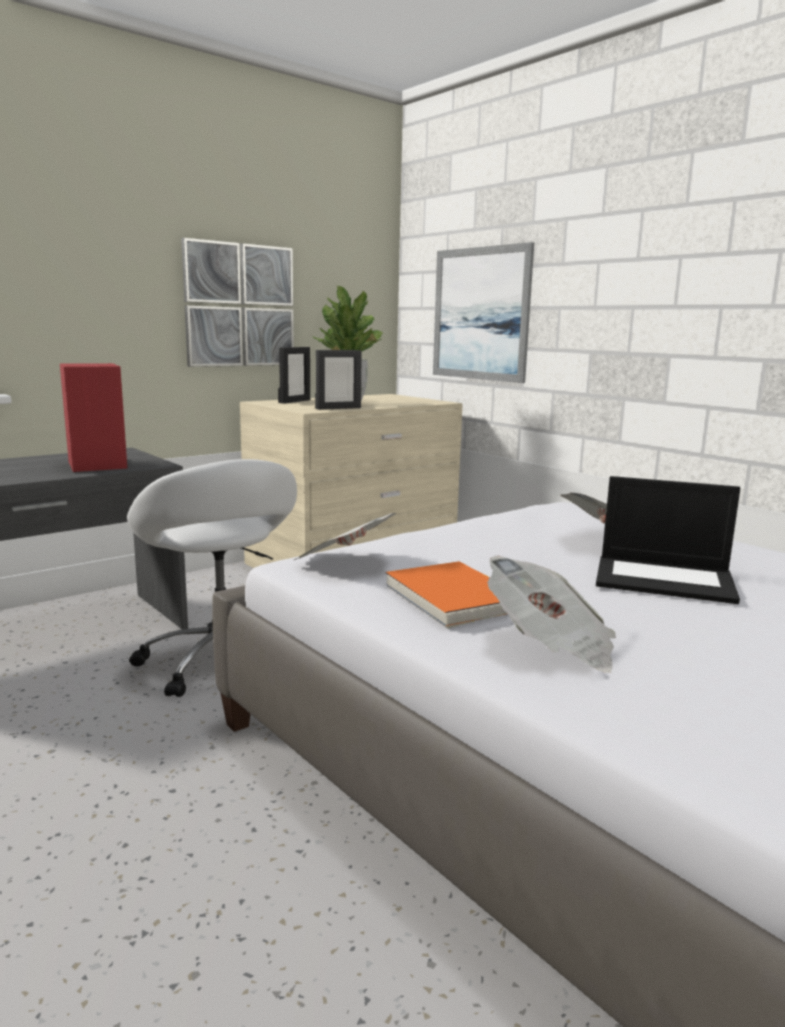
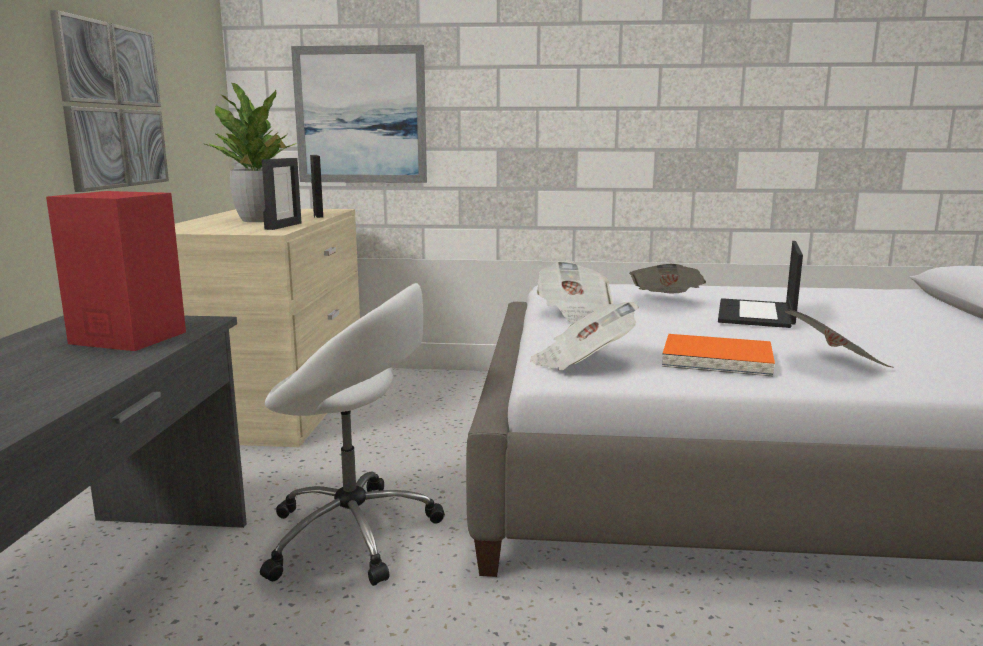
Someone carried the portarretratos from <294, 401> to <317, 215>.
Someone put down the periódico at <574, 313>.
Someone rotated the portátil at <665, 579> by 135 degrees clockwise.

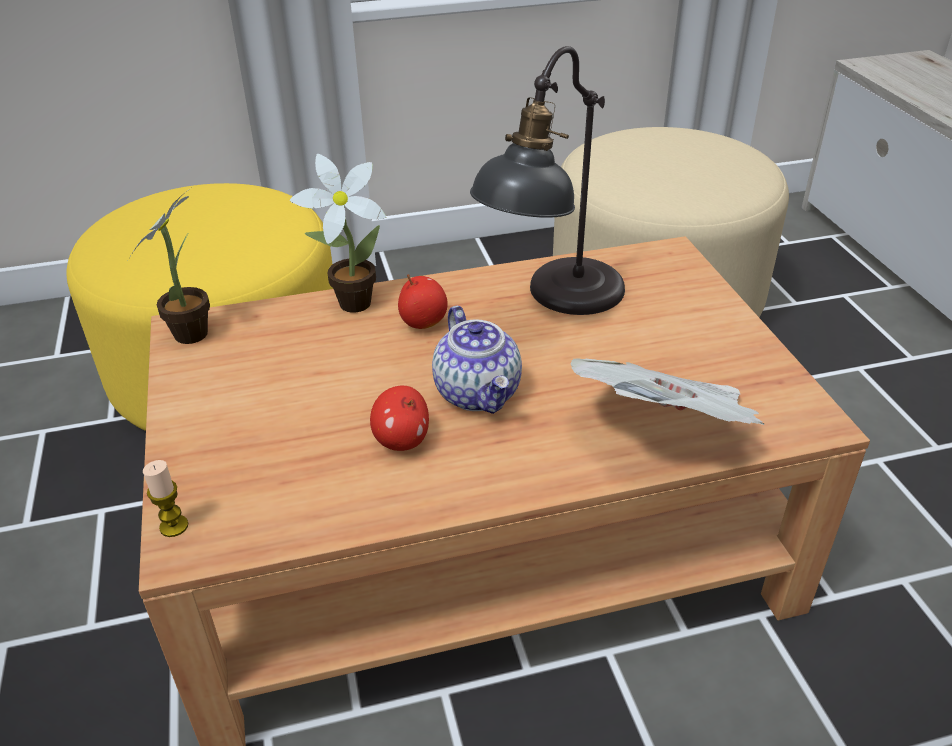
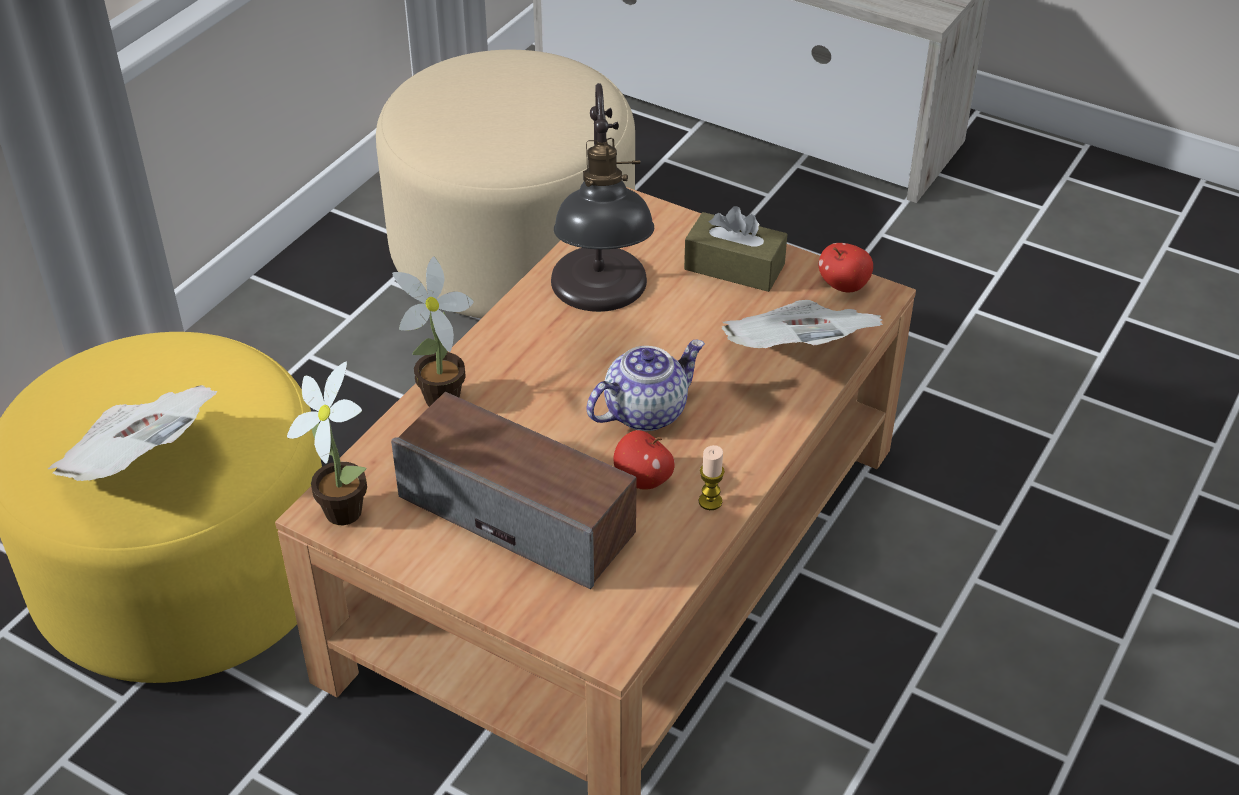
Someone put down the periódico at <141, 463>.
Someone put down the altavoz at <518, 514>.
Someone rotated the tetera at <479, 393> by 60 degrees counterclockwise.
Someone put down the caja de pañuelos (marrón) at <734, 267>.
Someone carried the vela from <174, 526> to <710, 501>.
Someone carried the manzana from <423, 322> to <844, 285>.

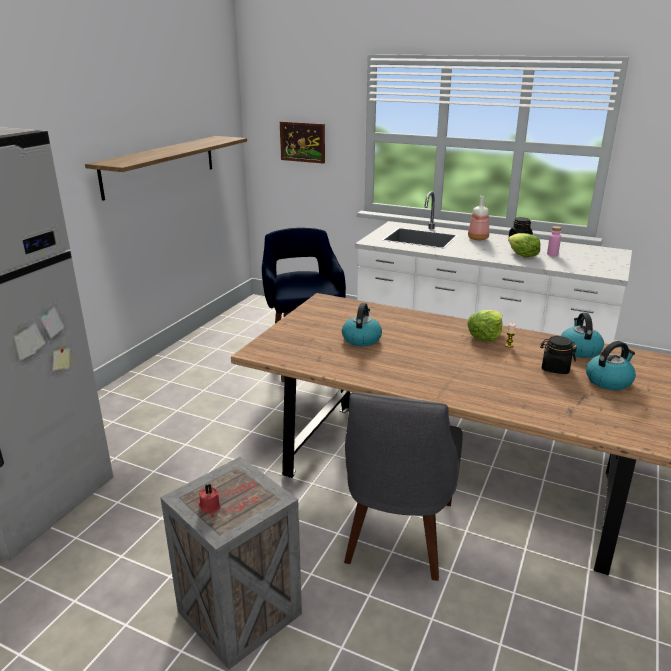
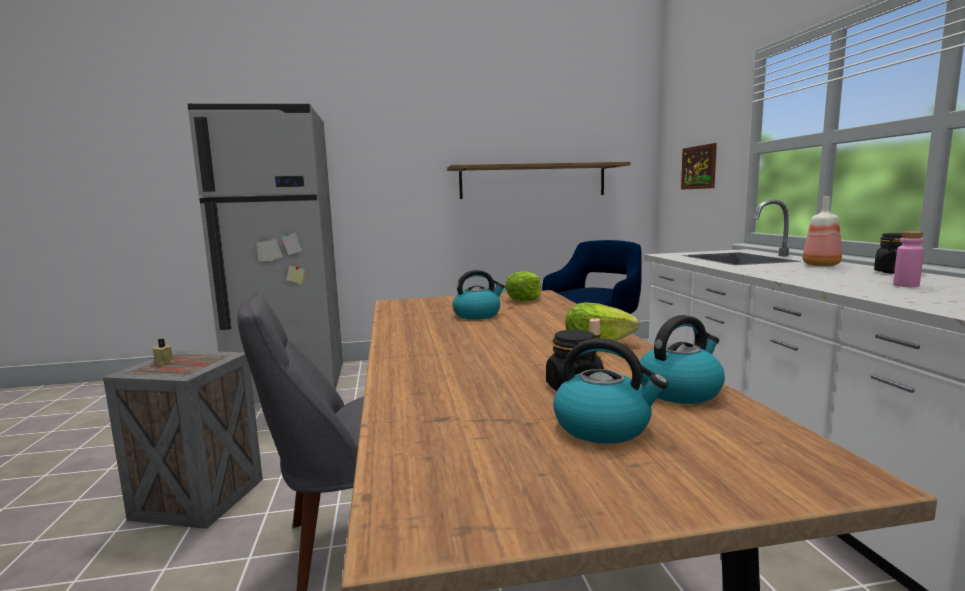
Someone repainted the vela (rojo) at <209, 506>, which became the vela (beis) at <165, 362>.
Someone carried the lechuga from <522, 255> to <525, 299>.

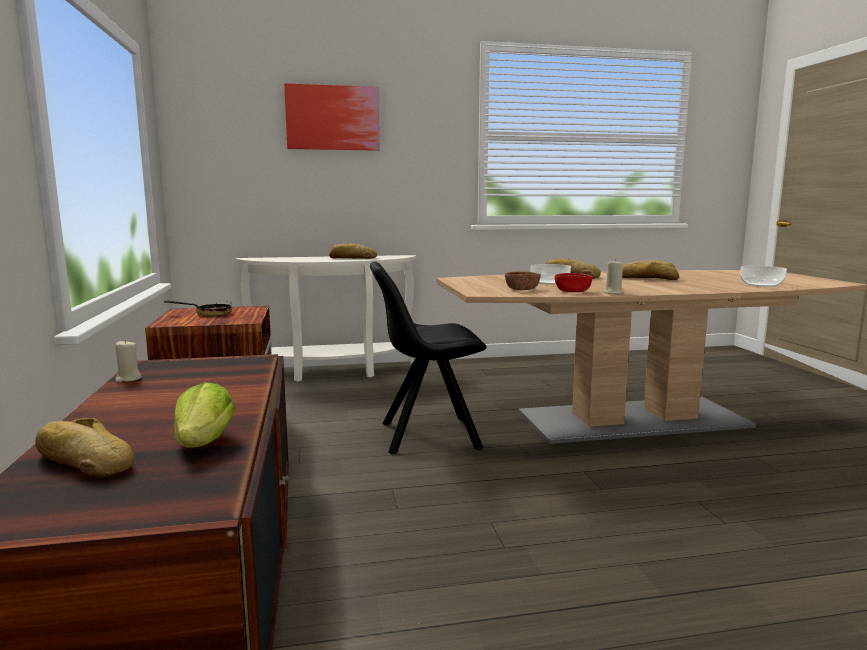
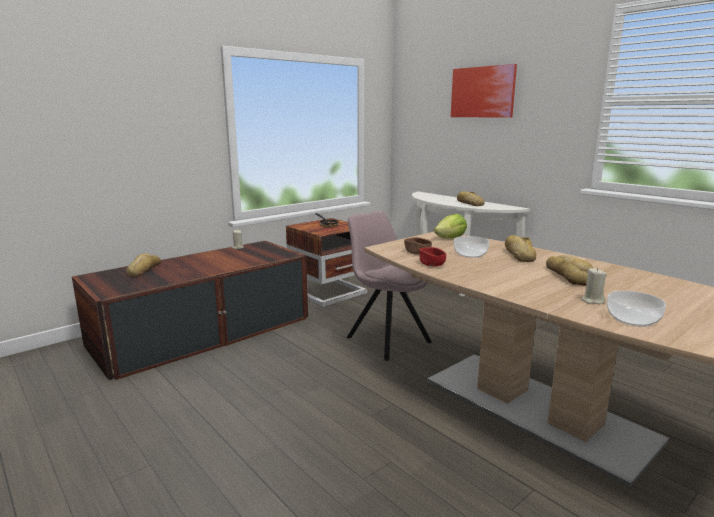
Someone repainted the silla (negro) at <428, 435>, which became the silla (rosa) at <387, 339>.
Someone carried the lechuga from <204, 442> to <451, 239>.
Someone carried the vela (beis) from <613, 293> to <592, 301>.

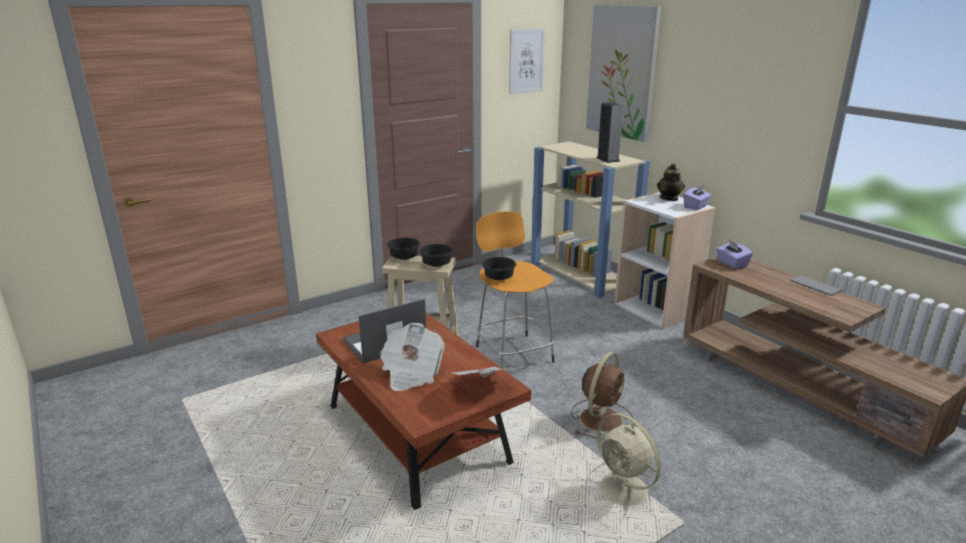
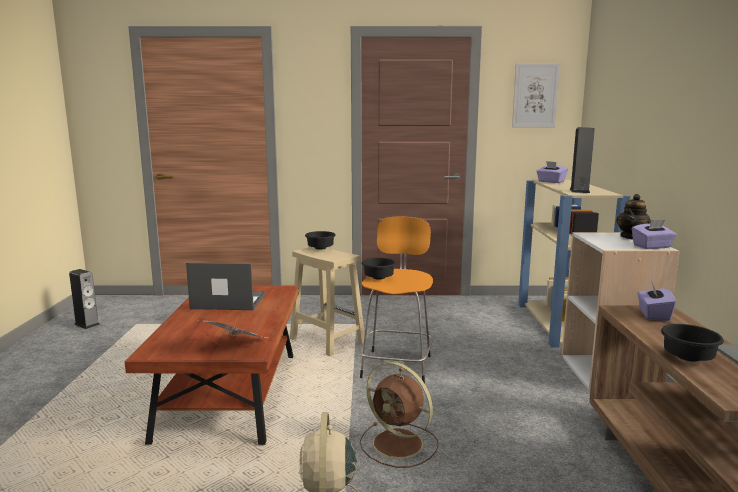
Someone put down the altavoz at <87, 324>.
Someone rotated the ventilador (marrón) at <601, 418> by 60 degrees clockwise.
Someone put down the caja de pañuelos (morado) at <551, 182>.
Someone carried the cuenco (negro) from <436, 265> to <687, 359>.
Someone took away the periódico at <411, 373>.
Someone took away the cuadro at <622, 72>.

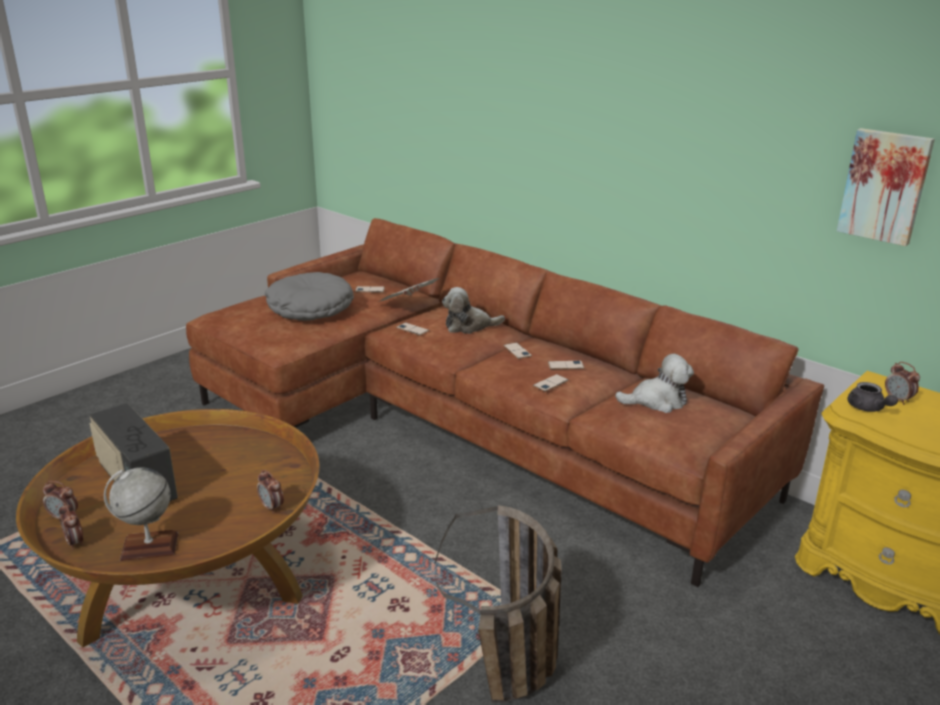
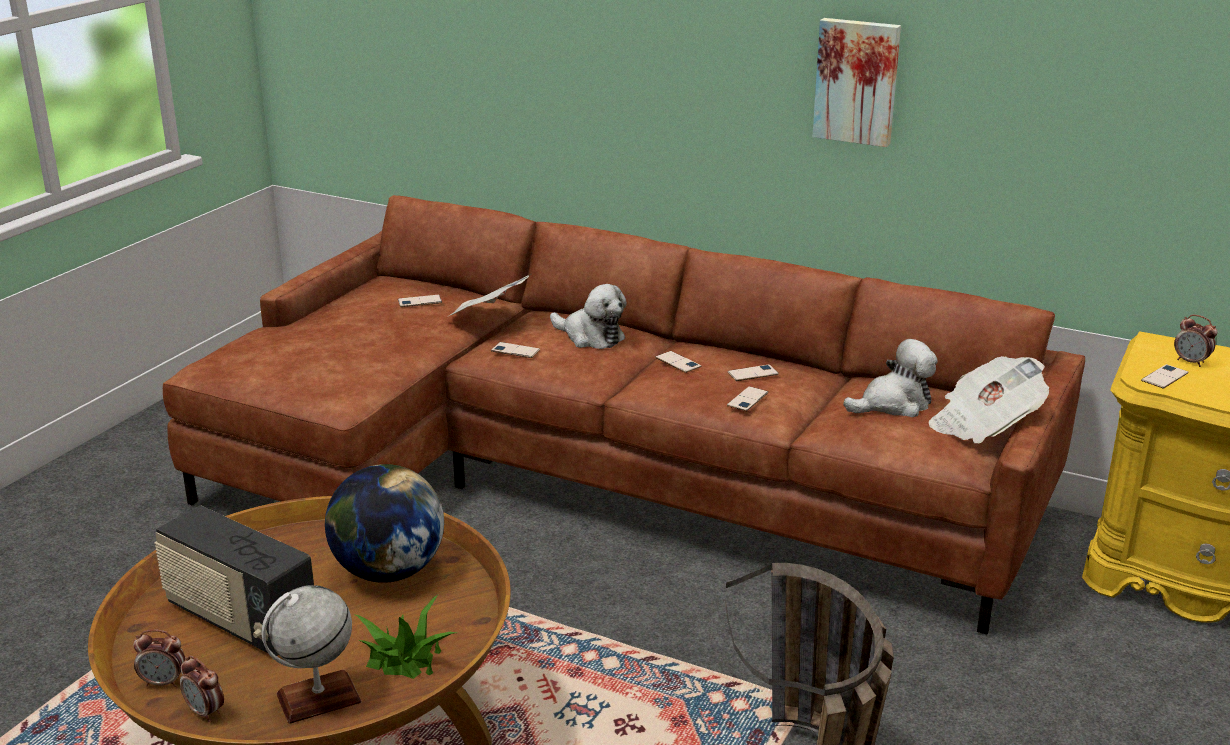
Someone put down the globo terráqueo at <388, 572>.
Someone put down the planta en maceta at <405, 658>.
Someone rotated the peluche at <469, 326> by 120 degrees counterclockwise.
Someone carried the cuadro from <885, 186> to <857, 81>.
Someone put down the periódico at <984, 425>.
Someone swapped the tetera (gris) at <868, 408> for the móvil at <1164, 377>.
Someone took away the despertador at <272, 507>.
Someone took away the cojín (gris) at <310, 310>.

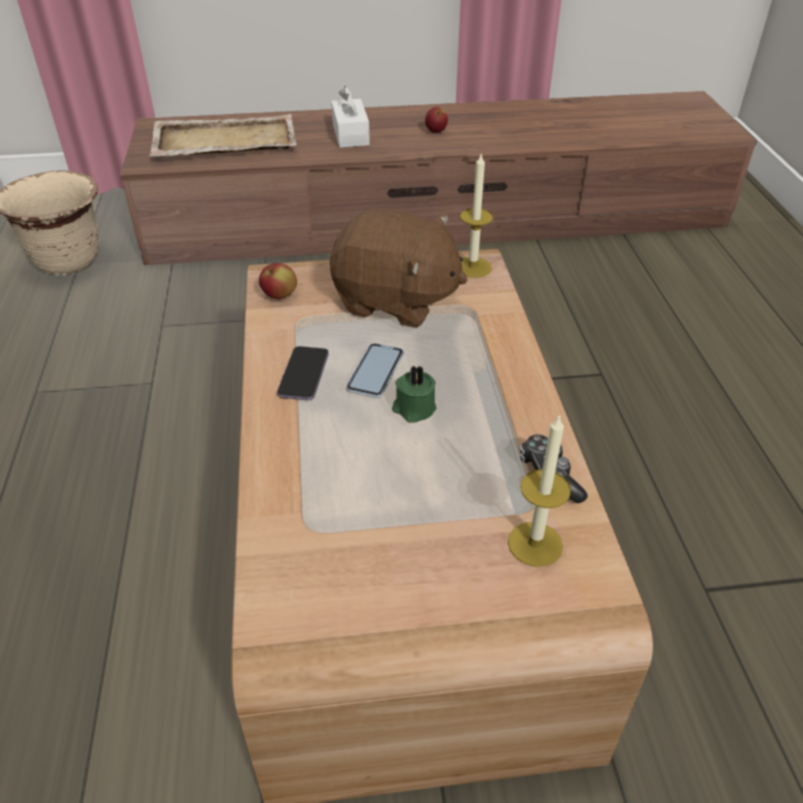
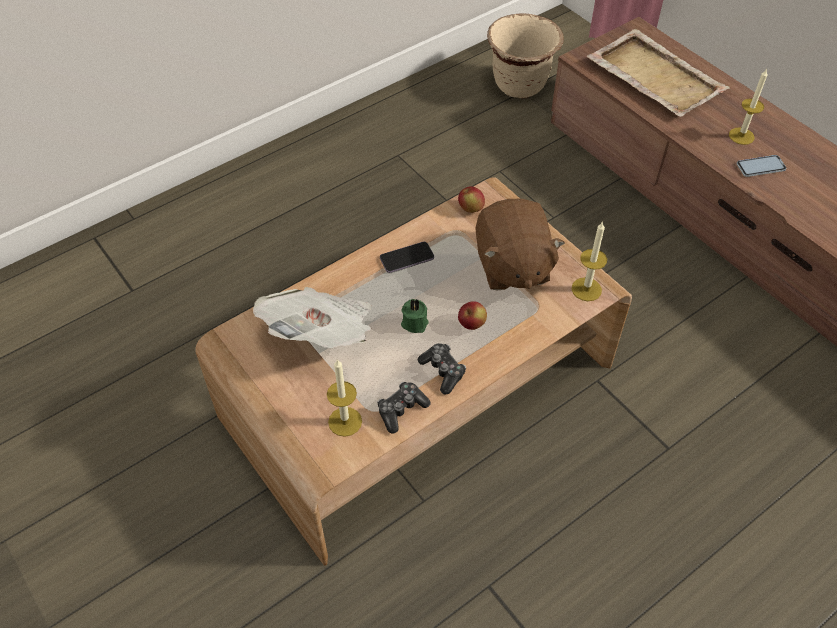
Someone put down the periódico at <321, 334>.
Someone put down the mando de consola at <443, 371>.
Someone carried the manzana from <436, 131> to <471, 324>.
Someone swapped the caja de pañuelos (blanco) at <350, 134> for the vela at <741, 136>.
Someone carried the móvil from <375, 372> to <760, 167>.

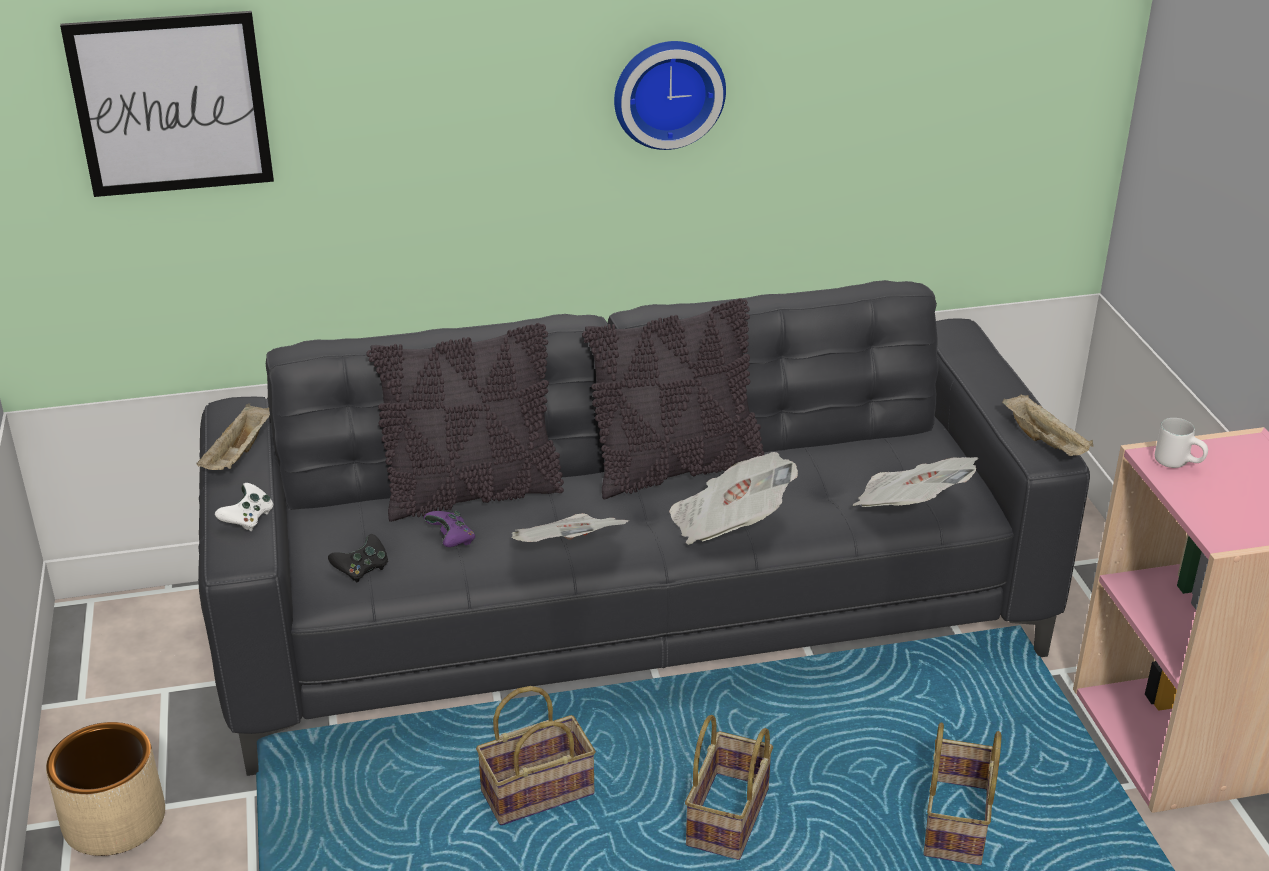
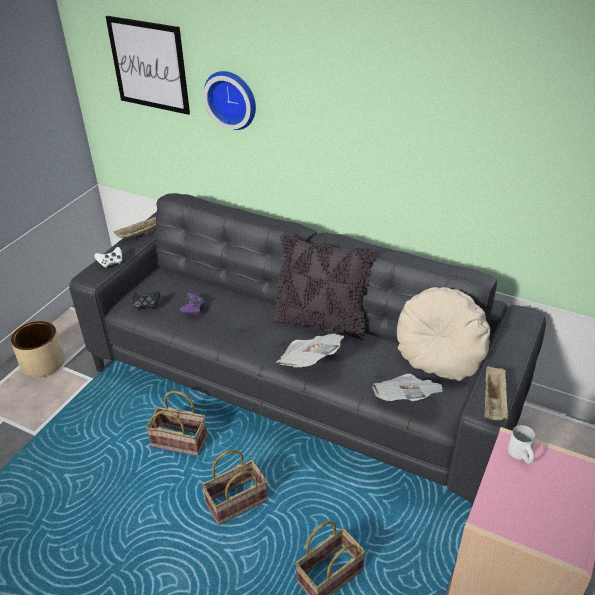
Someone carried the reloj de pared from <667, 92> to <232, 99>.
Someone put down the cojín (beis) at <438, 364>.
Someone took away the cojín (negro) at <472, 493>.
Someone took away the periódico at <570, 553>.

